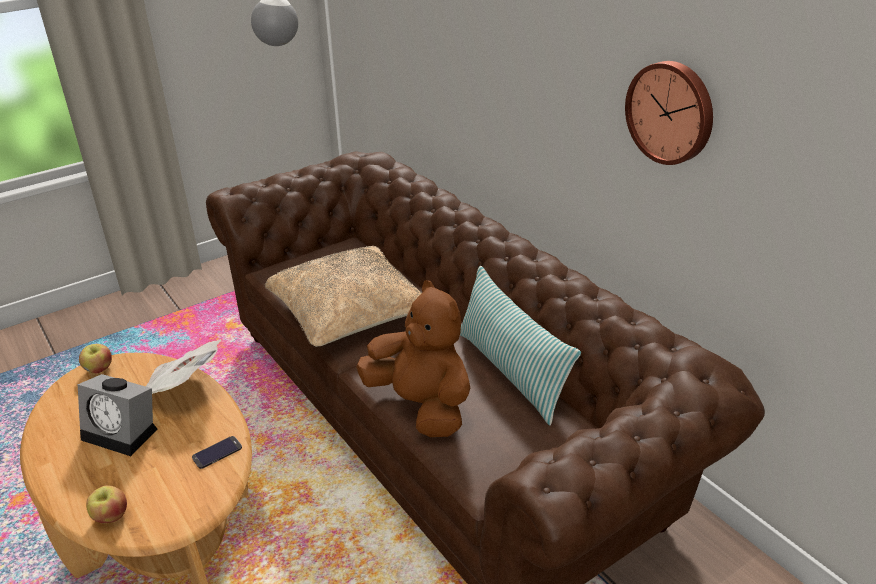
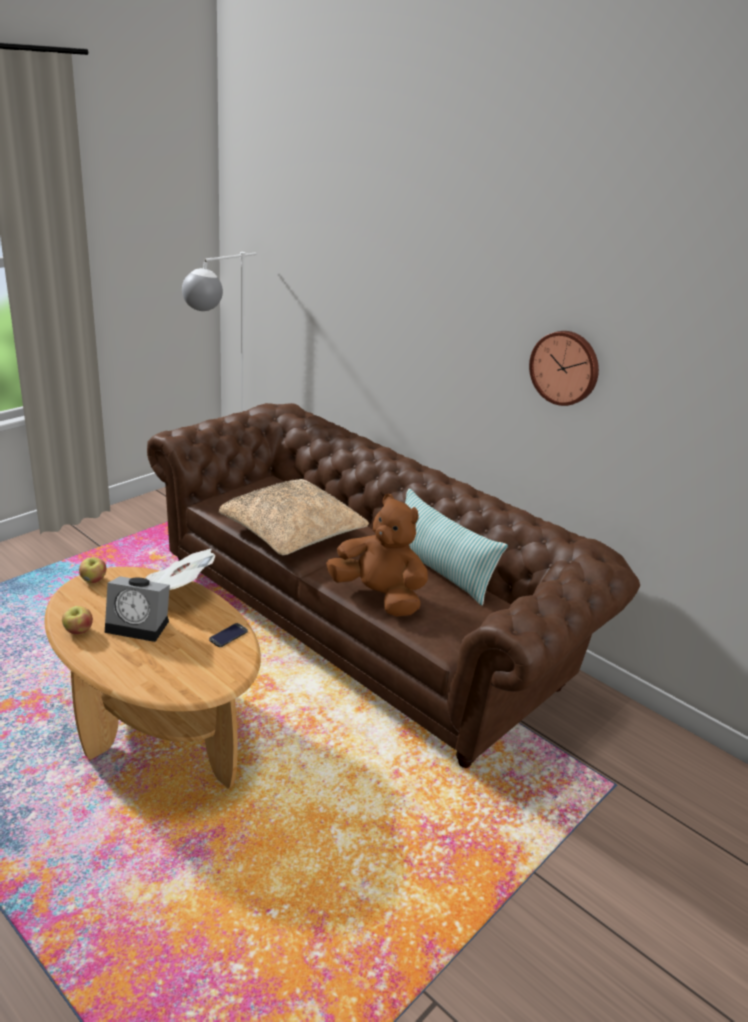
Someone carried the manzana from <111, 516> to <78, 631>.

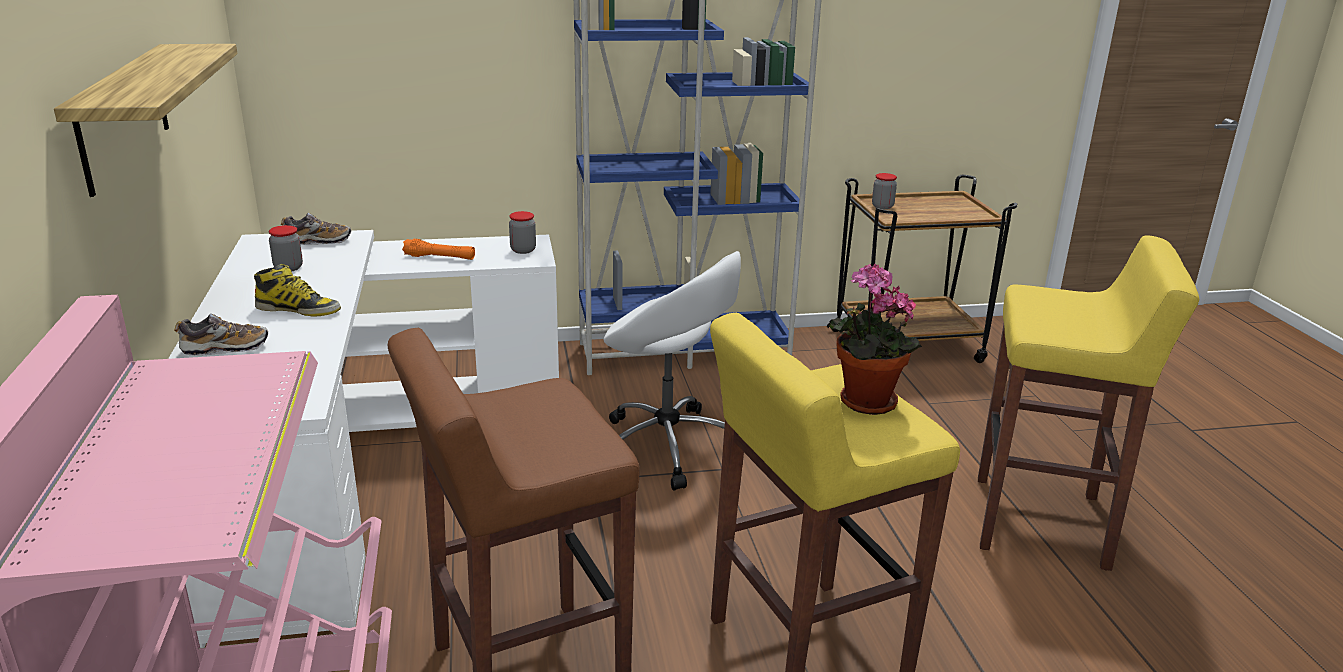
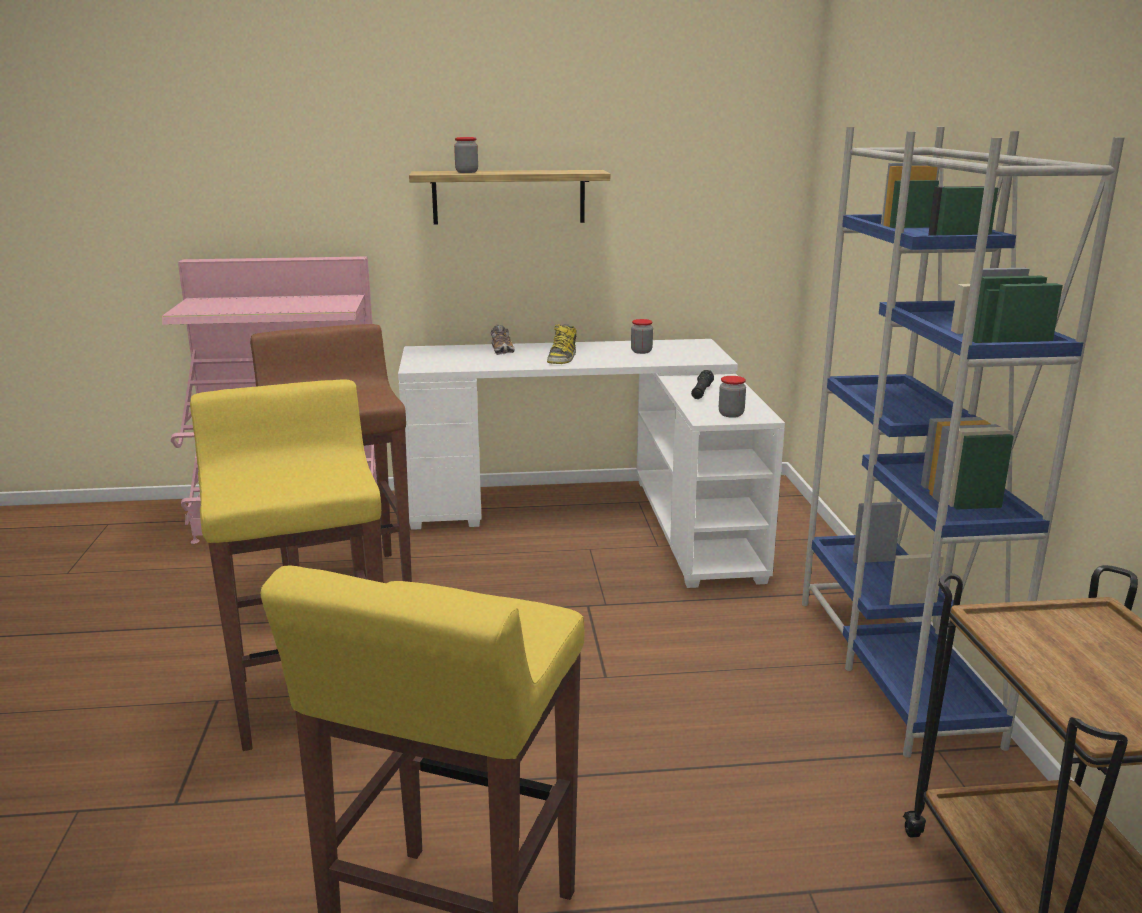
Someone carried the tarro from <882, 206> to <466, 172>.
Someone repainted the linterna (naranja) at <439, 257>, which became the linterna (negro) at <701, 391>.
Someone took away the zapato at <318, 241>.
Someone took away the silla de oficina (blanco) at <668, 447>.
Someone took away the planta en maceta at <863, 403>.

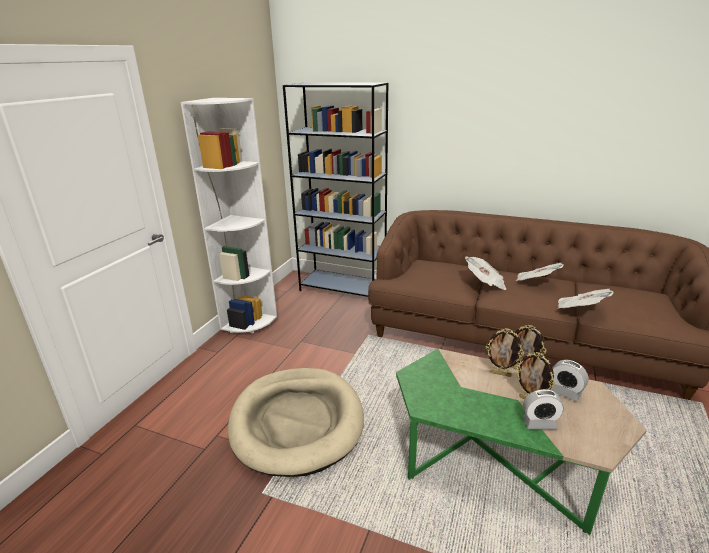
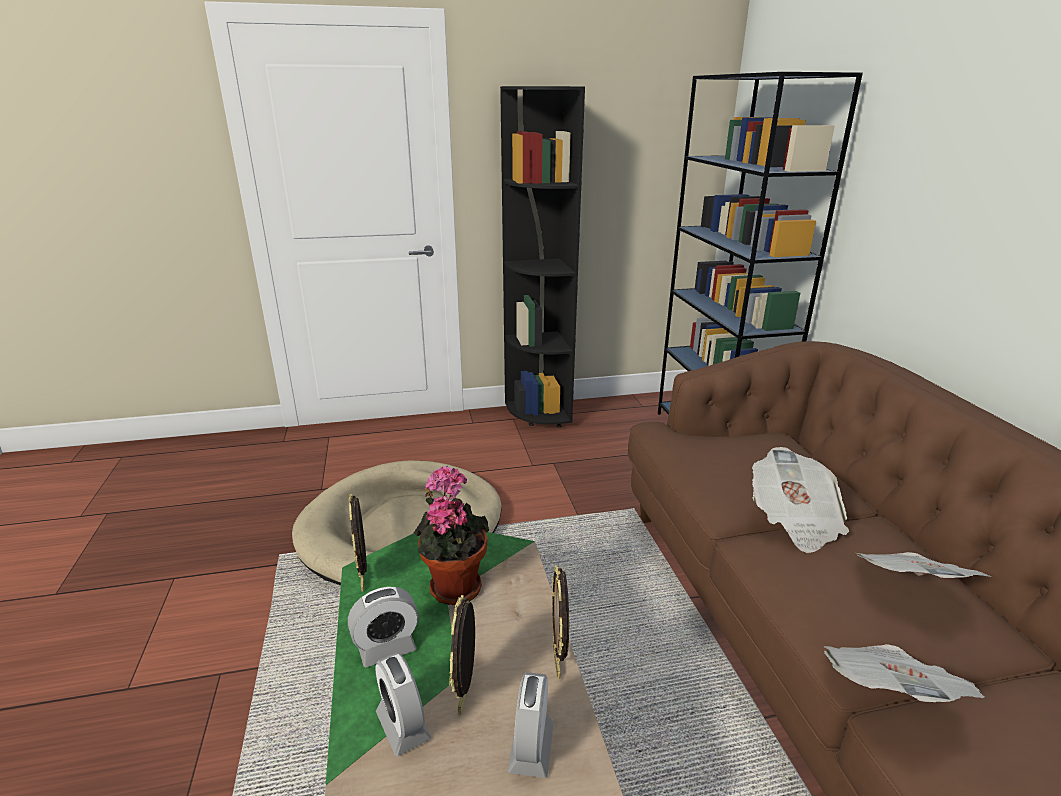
Someone put down the despertador at <387, 648>.
Someone carried the portarretratos from <500, 373> to <364, 579>.
Someone put down the planta en maceta at <453, 584>.
Someone repainted the estantería (blanco) at <249, 327>, which became the estantería (negro) at <539, 418>.

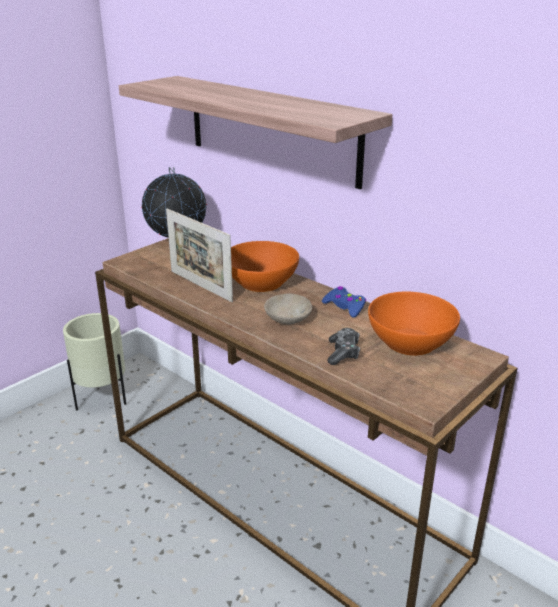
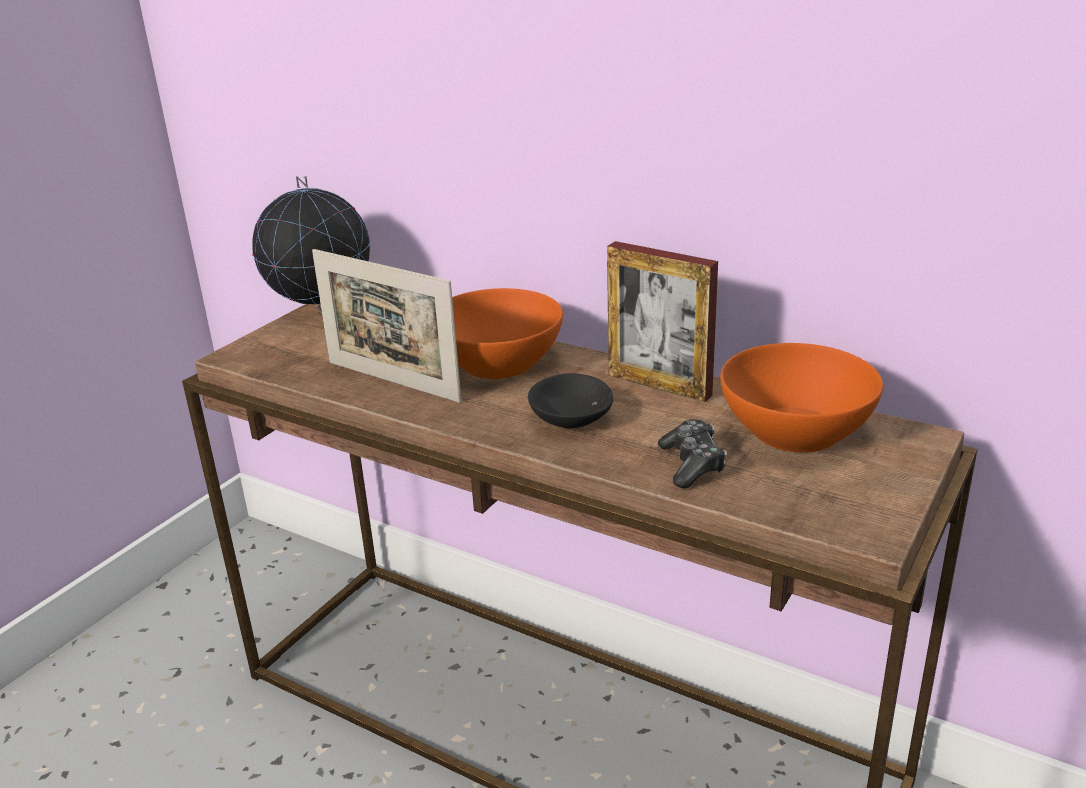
Someone repainted the cuenco (beis) at <286, 318>, which became the cuenco (negro) at <568, 418>.
Someone swapped the mando de consola (azul) at <344, 307> for the portarretratos at <659, 385>.
Someone took away the maceta (beis) at <102, 399>.
Someone took away the estante at <271, 129>.

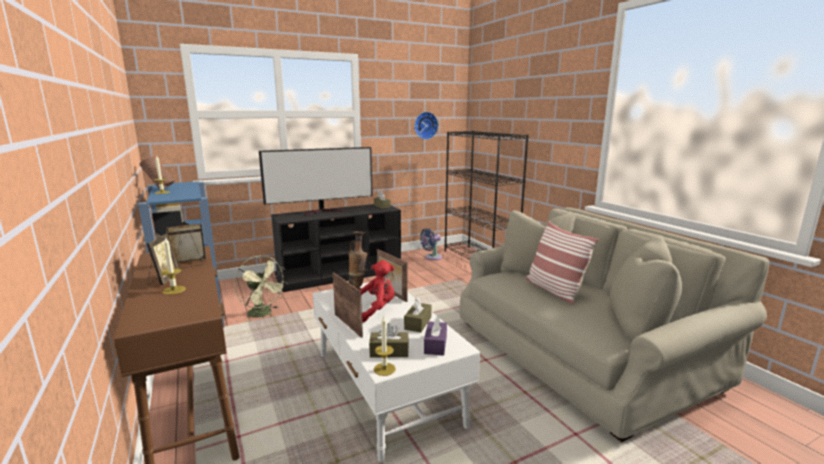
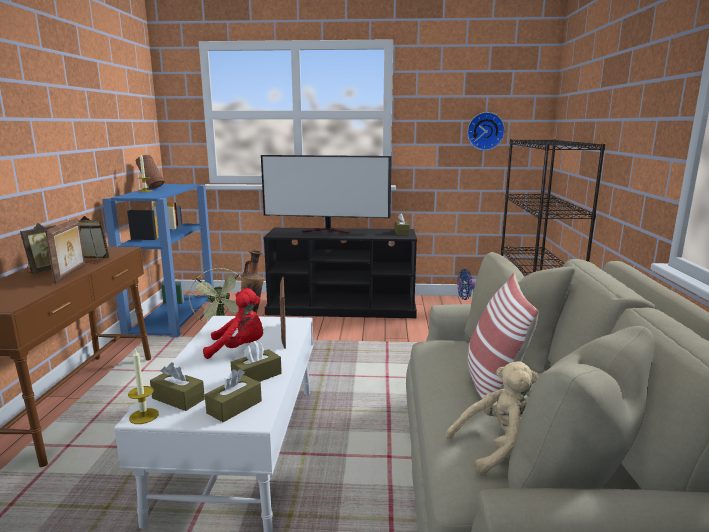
Someone carried the portarretratos from <349, 325> to <72, 274>.
Someone repainted the caja de pañuelos (morado) at <435, 345>, which became the caja de pañuelos (marrón) at <234, 407>.
Someone put down the peluche (beis) at <496, 448>.
Someone took away the vela at <174, 290>.

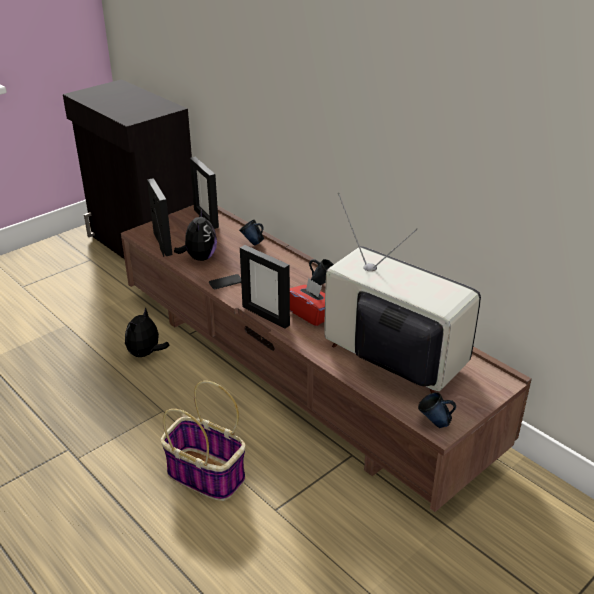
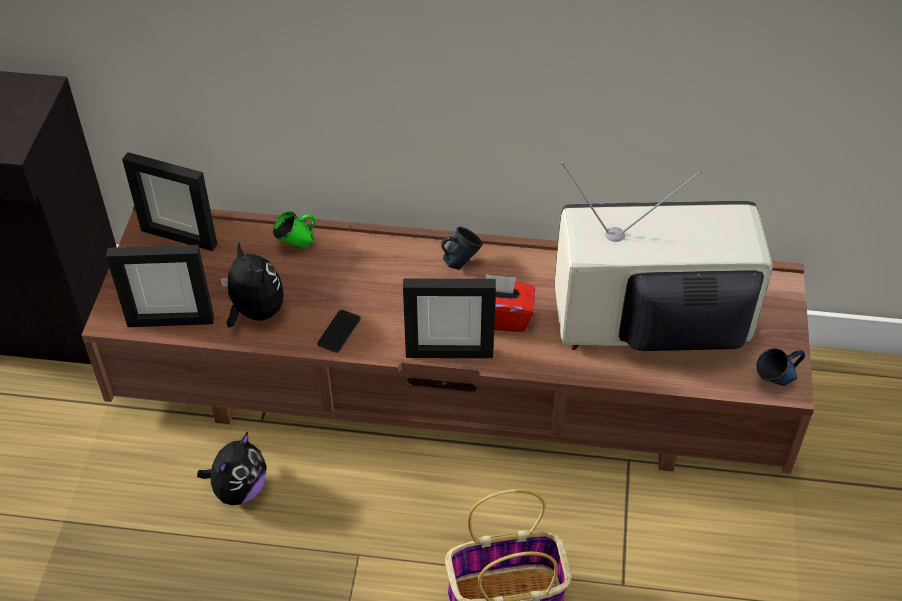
Someone rotated the portarretratos at <161, 244> by 150 degrees clockwise.
Someone rotated the peluche at <146, 354> by 135 degrees counterclockwise.
Someone repainted the taza grande (azul) at <252, 243>, which became the taza grande (verde) at <297, 245>.

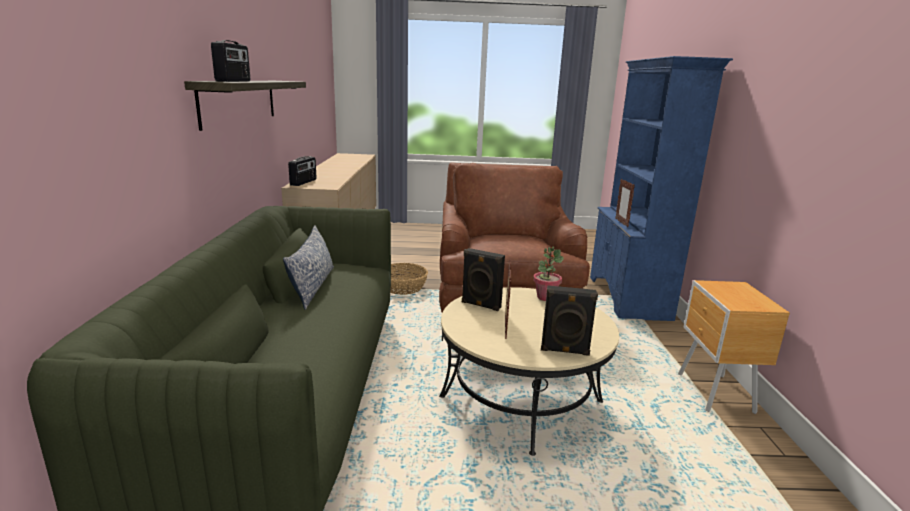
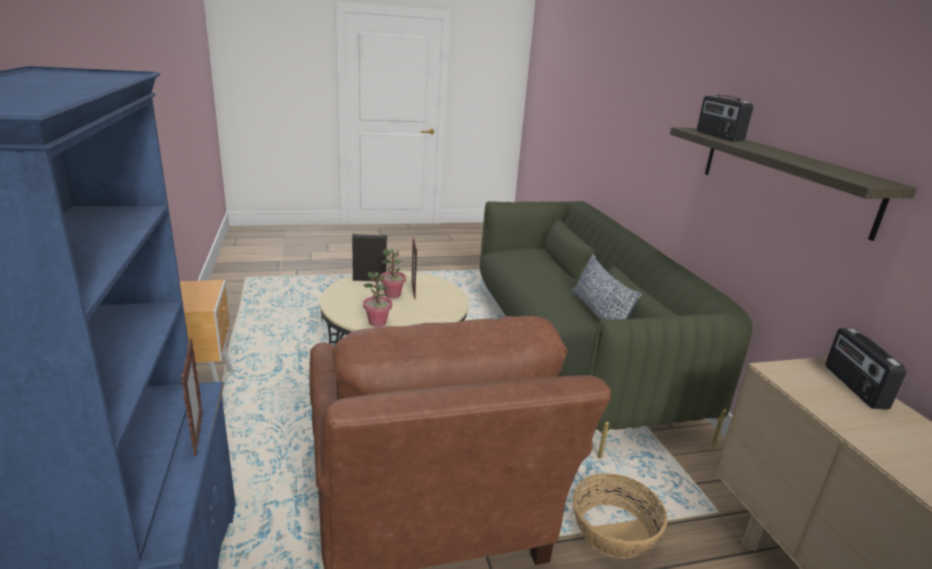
Someone put down the planta en maceta at <392, 295>.
Someone took away the altavoz (negro) at <480, 305>.

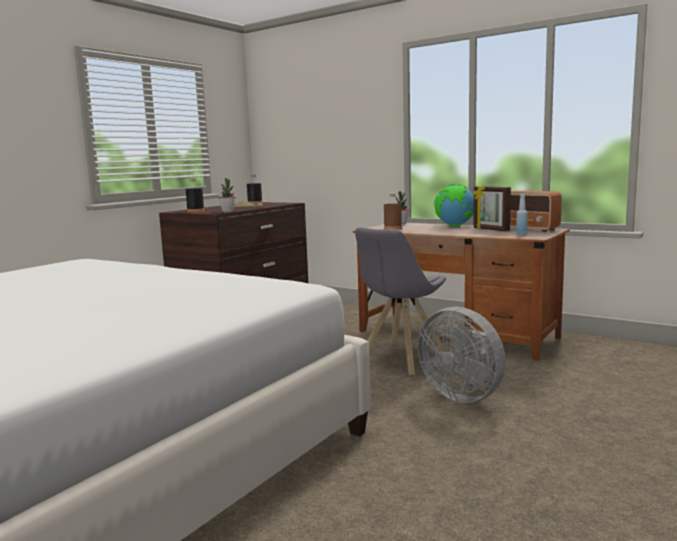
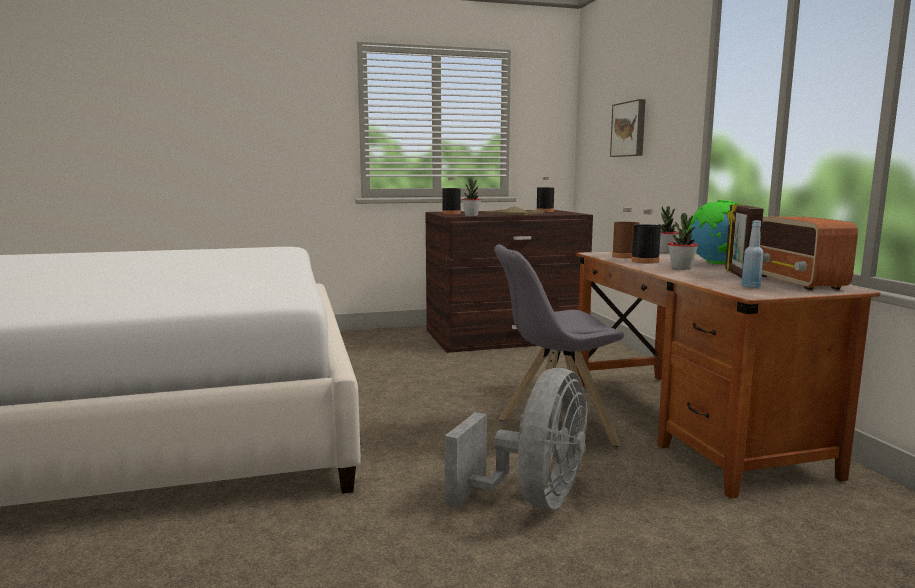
Someone rotated the ventilador (gris) at <463, 395> by 150 degrees counterclockwise.
Someone put up the cuadro at <629, 129>.
Someone put down the botella (negro) at <645, 261>.
Someone put down the planta en maceta at <681, 268>.

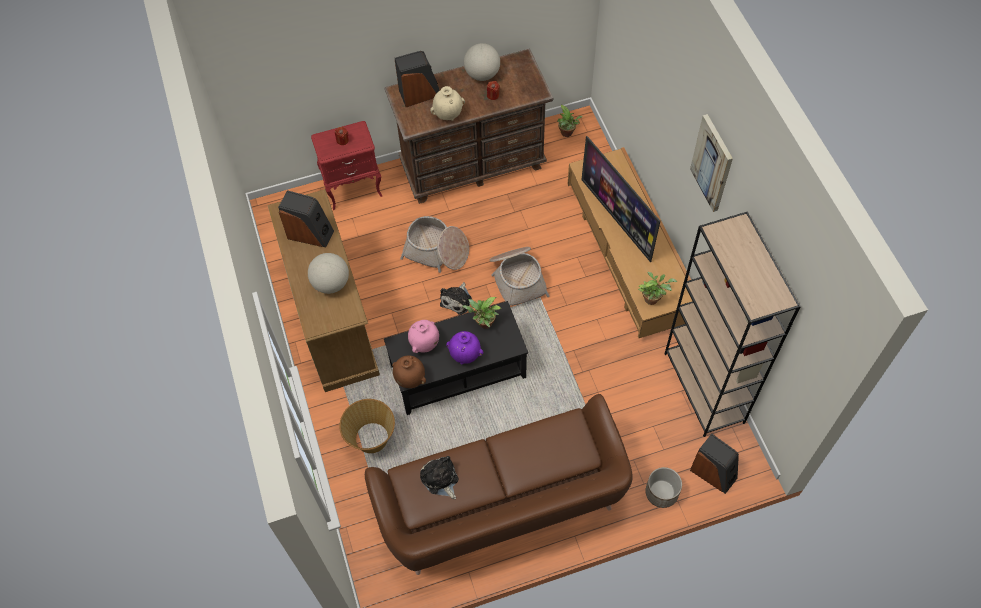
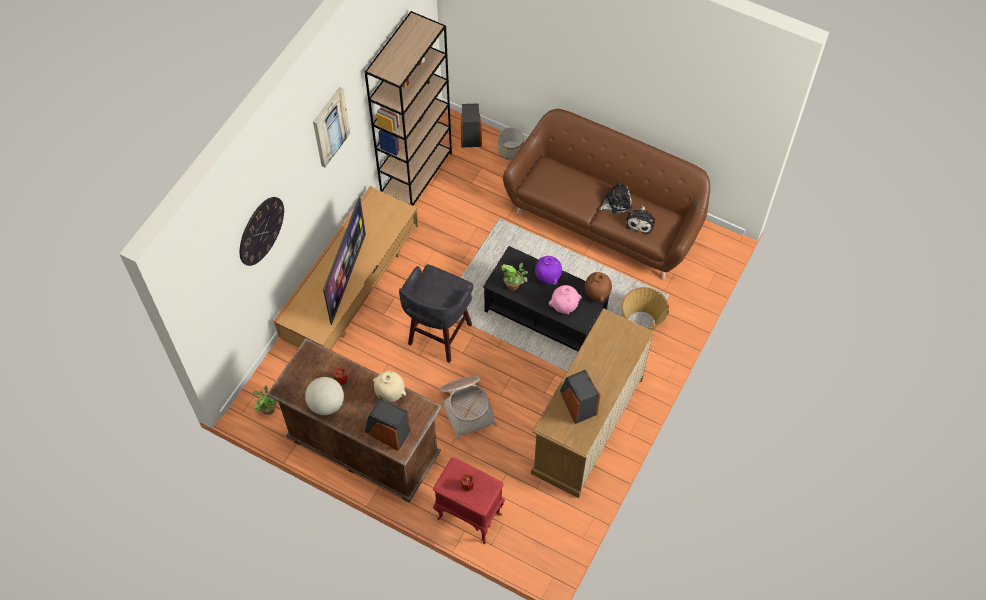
Someone put up the reloj de pared at <261, 231>.
Someone swapped the cesta at <517, 279> for the taburete (gris) at <438, 336>.
Someone carried the peluche from <457, 300> to <616, 202>.
Someone took away the globo terráqueo at <331, 283>.
Someone took away the planta en maceta at <652, 298>.

